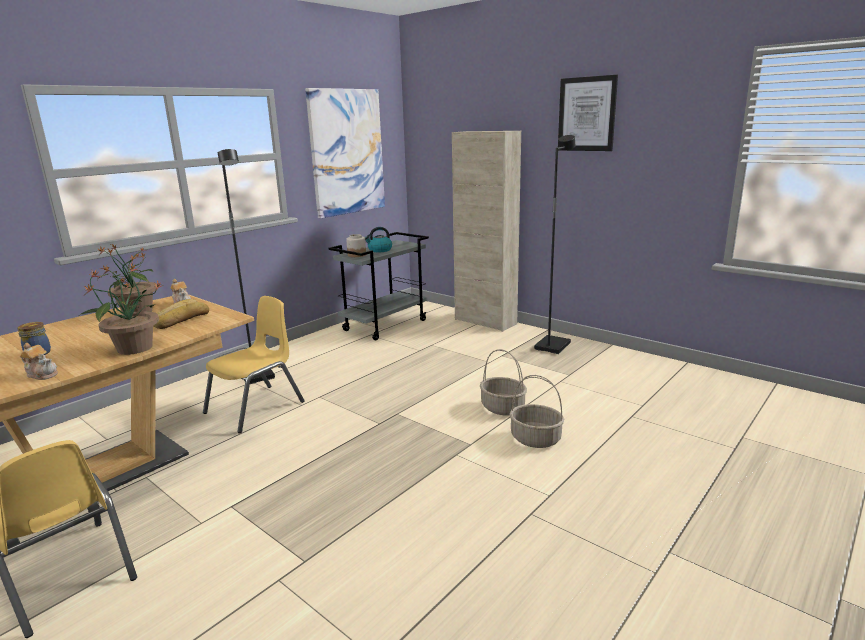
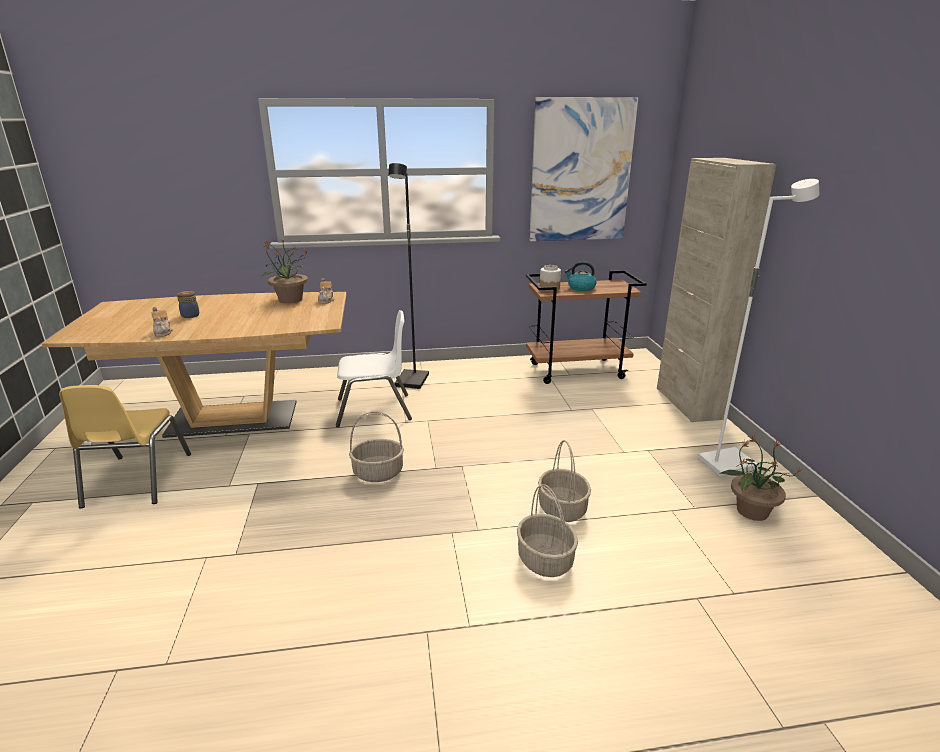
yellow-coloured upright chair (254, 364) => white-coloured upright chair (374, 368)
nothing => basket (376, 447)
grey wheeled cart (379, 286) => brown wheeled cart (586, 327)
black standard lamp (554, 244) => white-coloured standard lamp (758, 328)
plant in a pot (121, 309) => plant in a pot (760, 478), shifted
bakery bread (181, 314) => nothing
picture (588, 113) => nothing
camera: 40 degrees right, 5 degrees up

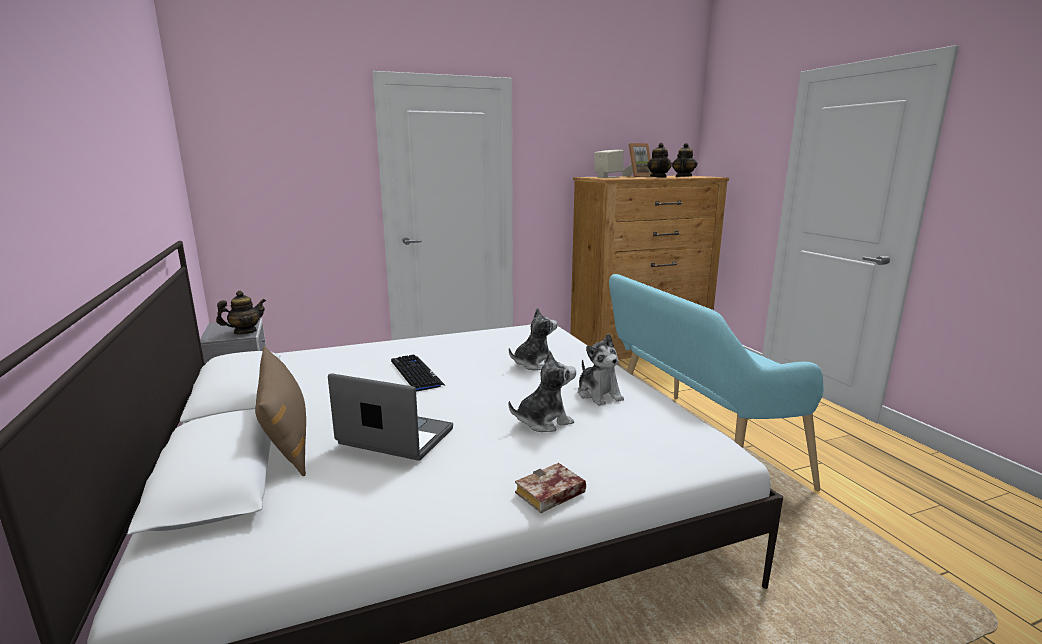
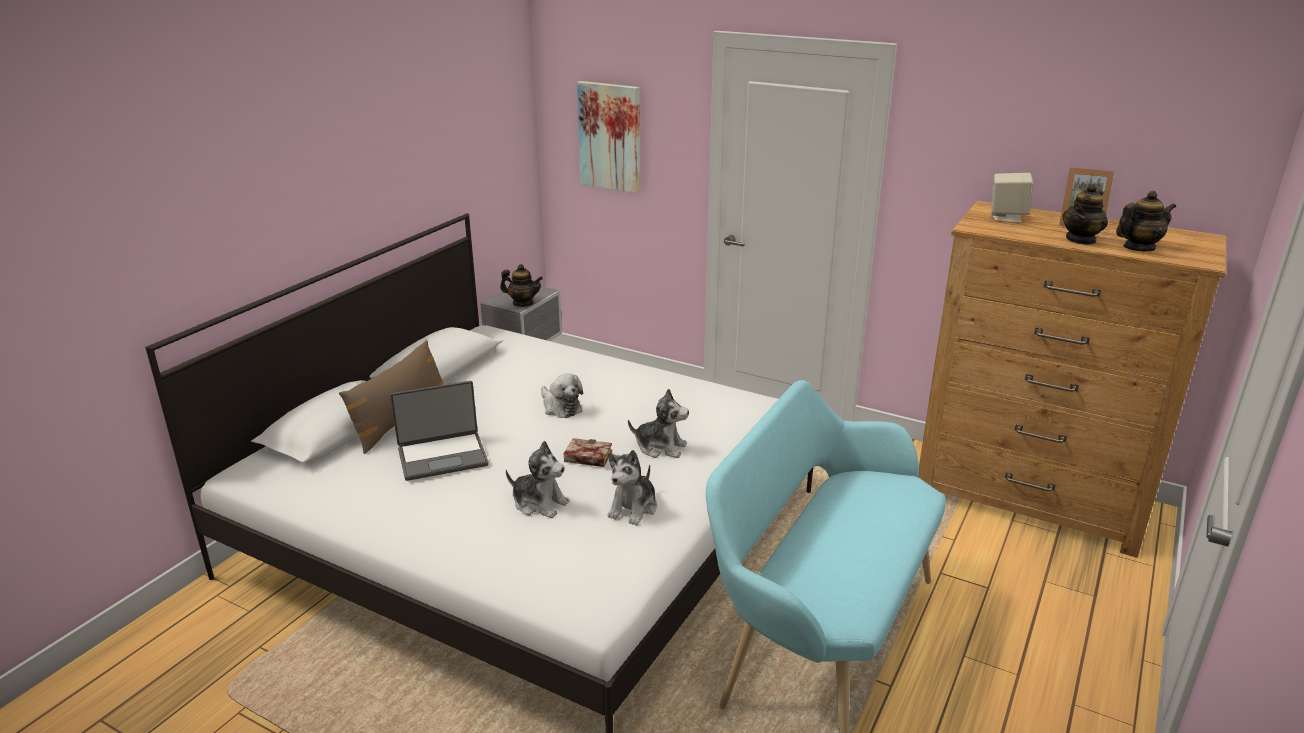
laptop (390, 417) => laptop (439, 431), 90 degrees clockwise
computer keyboard (418, 373) => soft toy (562, 395)
book (550, 488) => book (588, 452), shifted
nothing => picture (608, 137)
camera: 50 degrees right, 10 degrees up

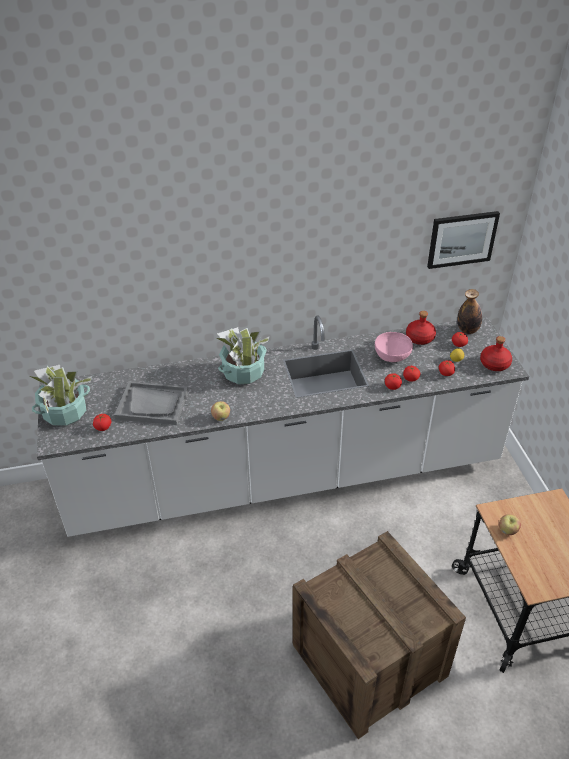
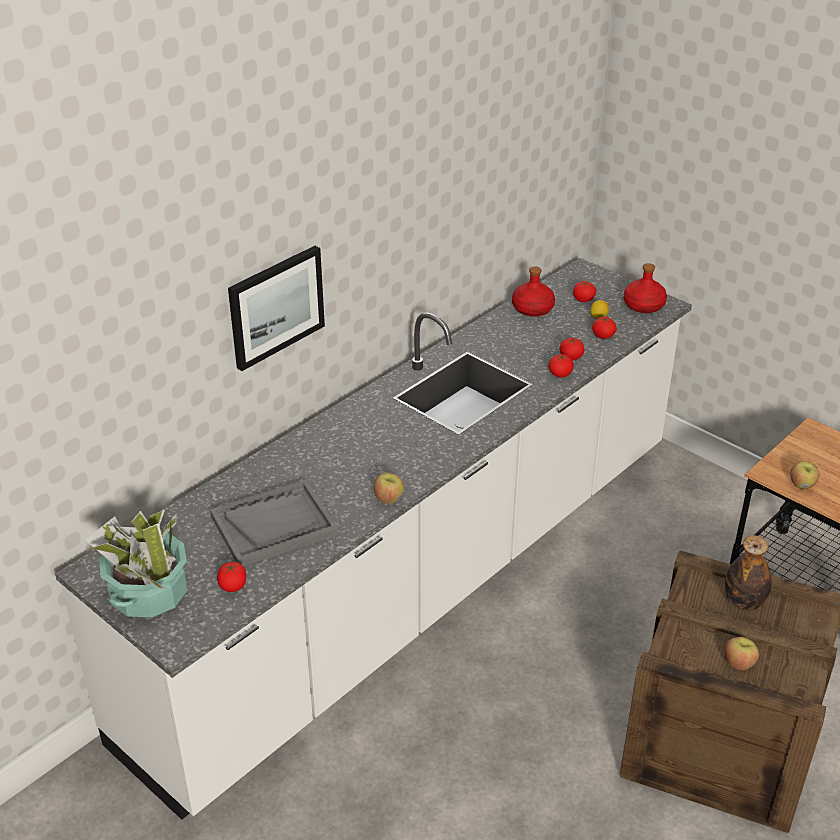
picture (463, 240) => picture (276, 308), shifted
drink bottle (469, 311) => drink bottle (748, 573), shifted
nothing => whole apple (742, 653)
plant in a pot (243, 355) => nothing
pink-coloured serving bowl (394, 347) => nothing
camera: 35 degrees left, 5 degrees down

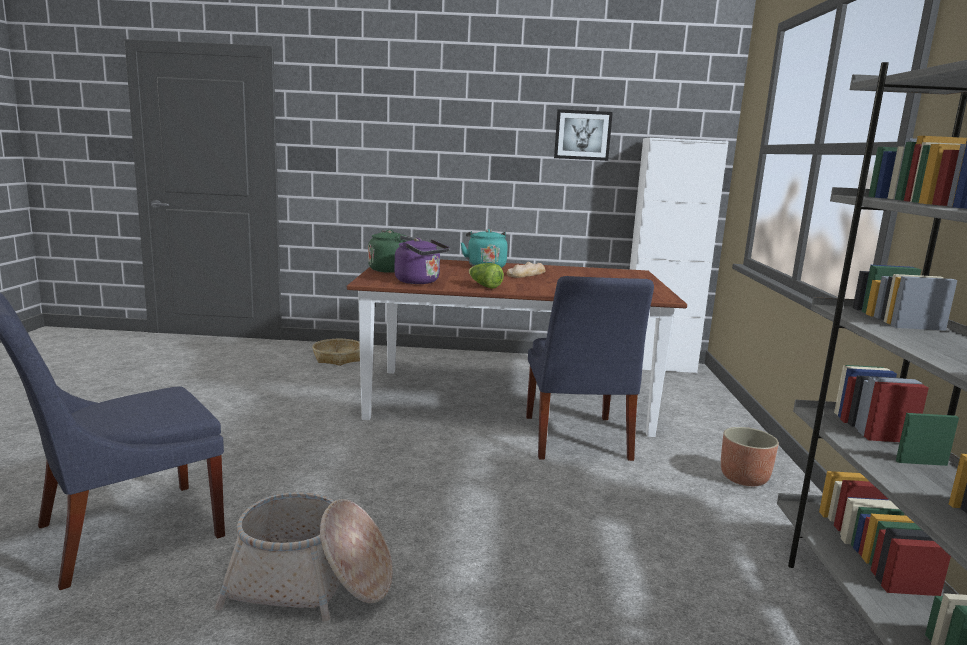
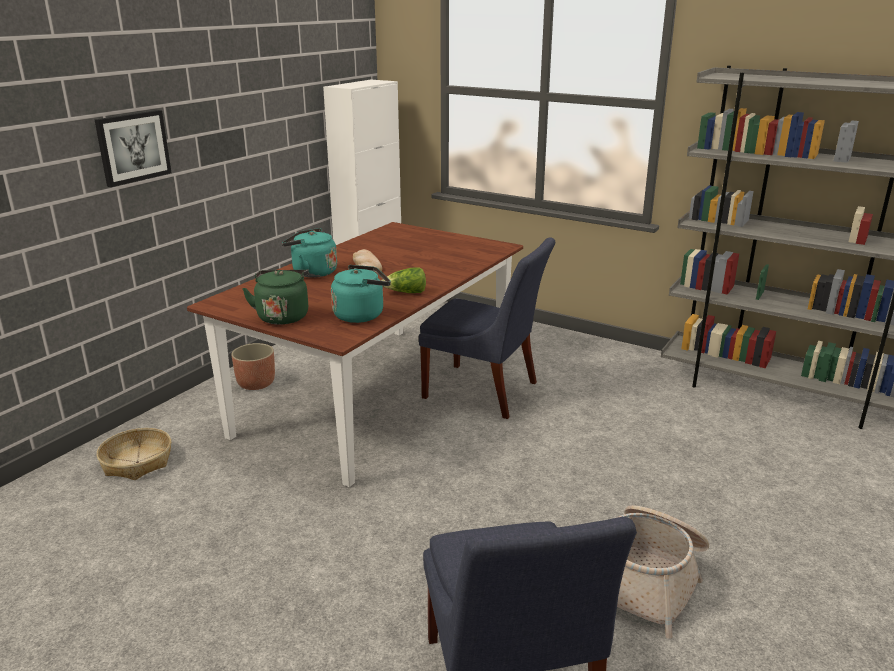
picture (583, 135) => picture (133, 148), shifted
flower pot (750, 456) => flower pot (253, 366), shifted
purple tea kettle (422, 261) => turquoise-coloured tea kettle (361, 294)
camera: 60 degrees left, 10 degrees up

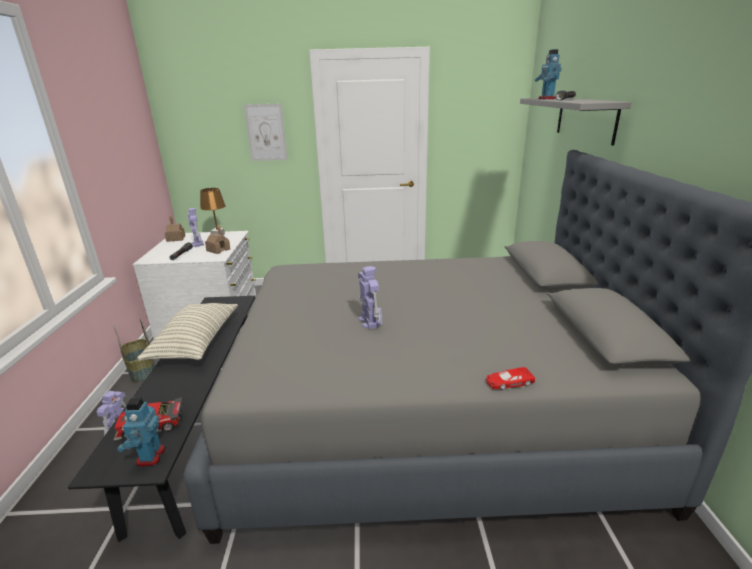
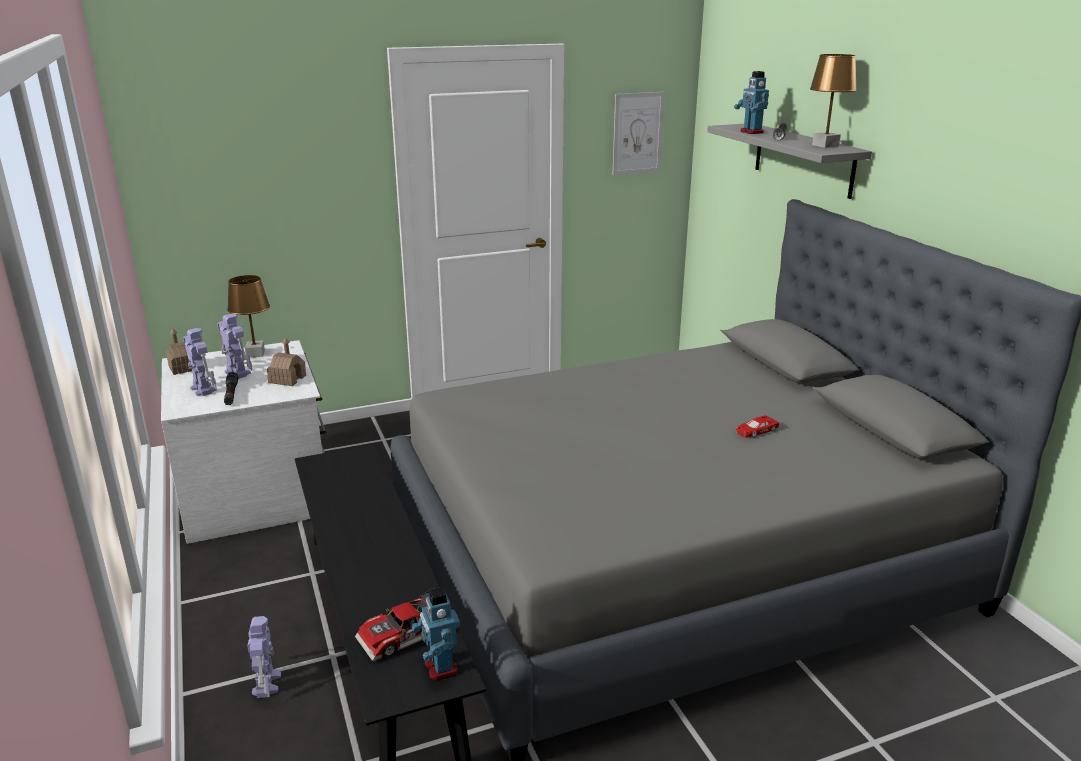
robot figure (370, 297) => robot figure (200, 362), shifted
picture (266, 132) => picture (638, 133), shifted
red-coloured miniature car (511, 378) => red-coloured miniature car (757, 426), shifted
nothing => brown lamp for a table (833, 101)
basket (134, 351) => nothing
pillow (187, 332) => nothing
camera: 20 degrees left, 0 degrees up

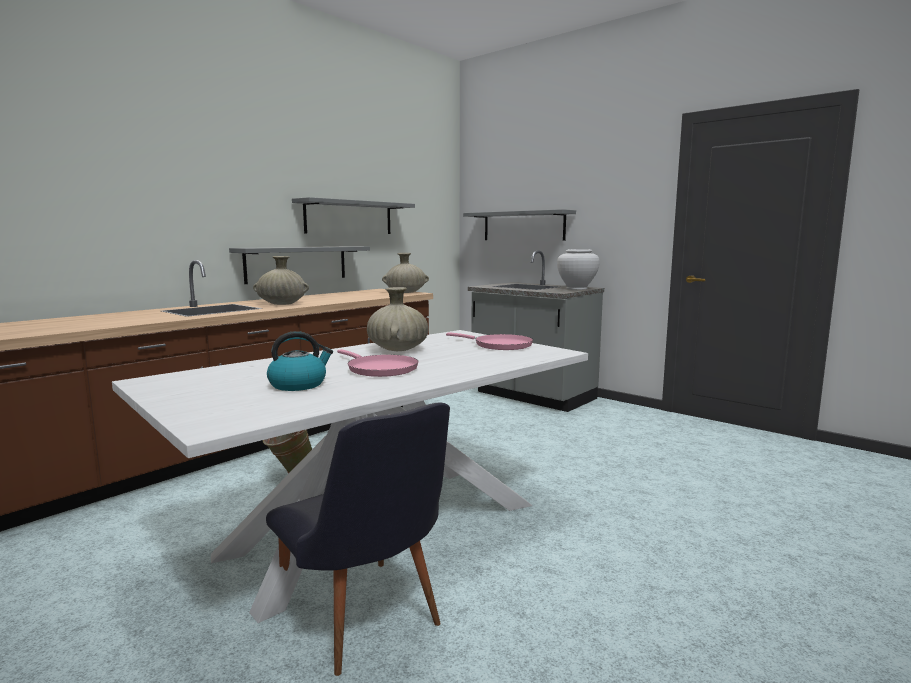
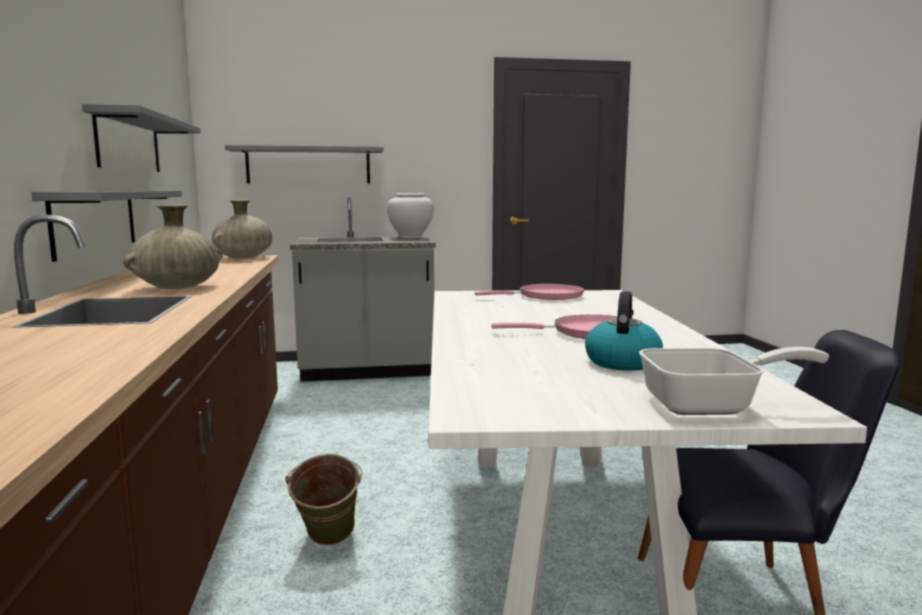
nothing => skillet (734, 381)
sand-coloured flower vase (397, 319) => nothing
camera: 50 degrees left, 0 degrees up

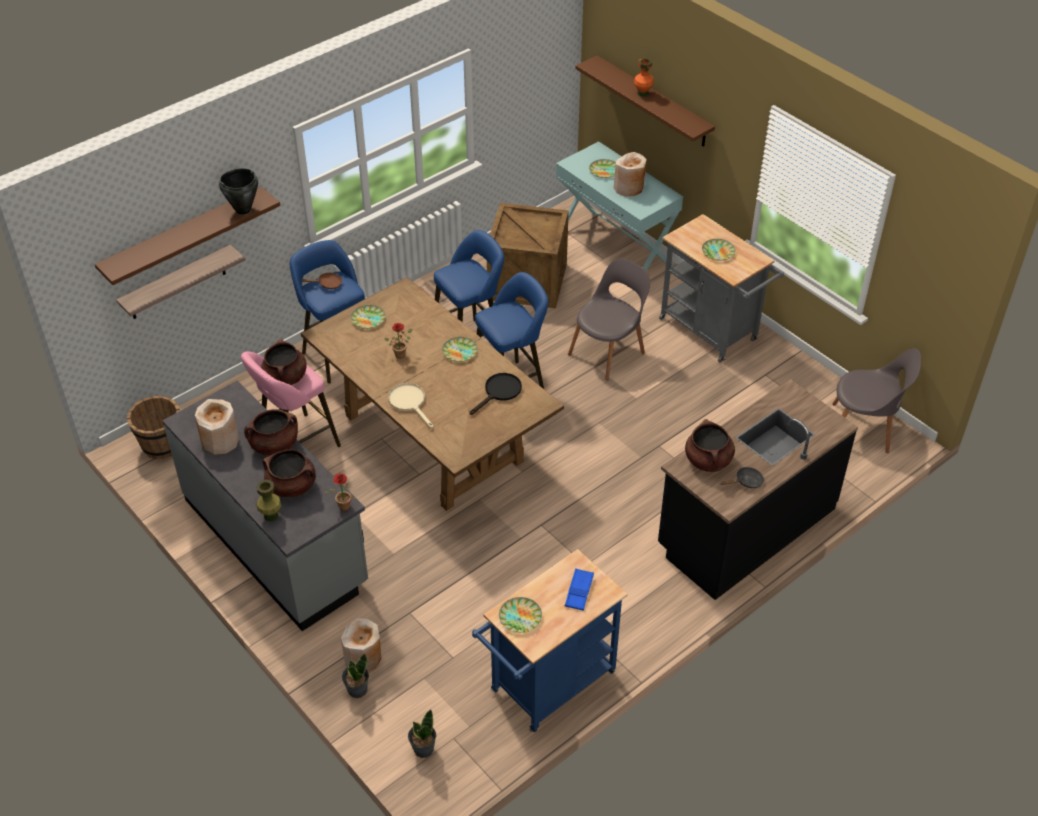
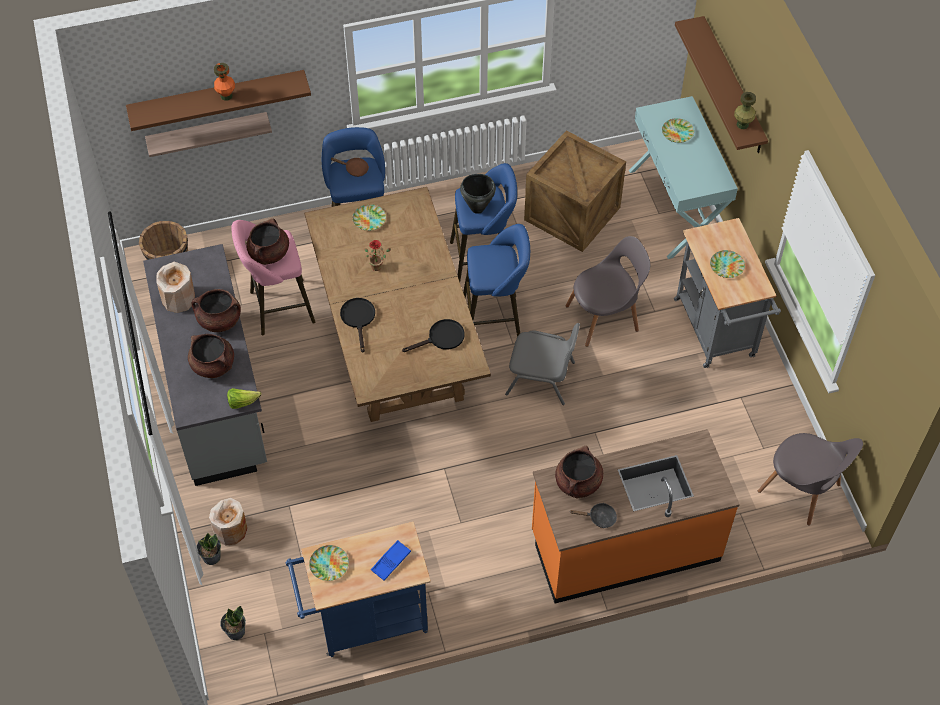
orange-coloured flower vase (644, 77) => orange-coloured flower vase (224, 82), shifted
plant in a pot (340, 492) => head of lettuce (244, 398)
sand-coloured skillet (410, 405) => black skillet (357, 325)
black saucepot (238, 191) => black saucepot (478, 194), shifted
nothing => grey upright chair (542, 364)
black kitchen base unit (758, 489) => orange-coloured kitchen base unit (636, 516)
green flower vase (268, 501) => green flower vase (745, 110), shifted
dinner plate (460, 349) => nothing
sand-coloured flower vase (630, 174) => nothing
camera: 25 degrees right, 10 degrees up

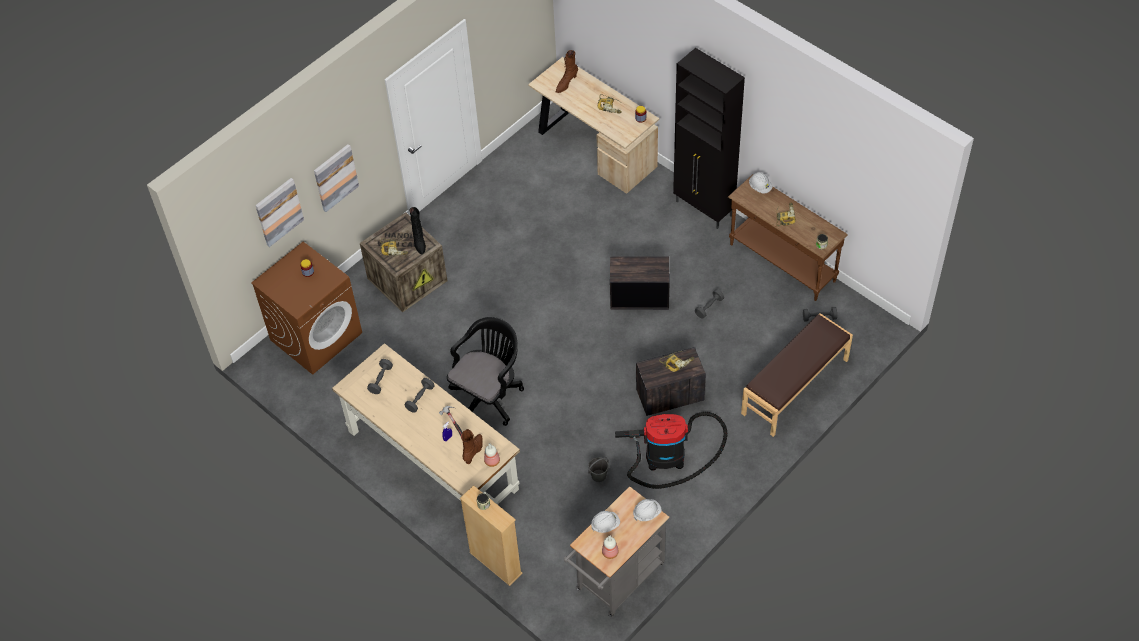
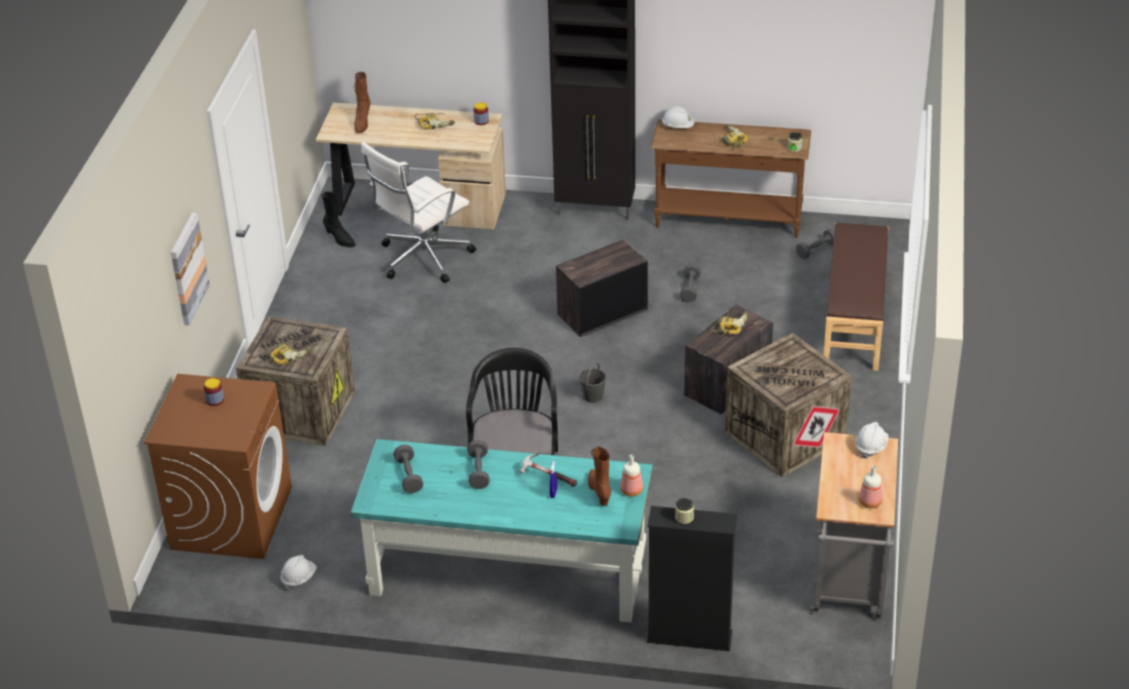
white-coloured work helmet (605, 522) => white-coloured work helmet (298, 572), shifted
black tall boot (418, 230) => black tall boot (339, 219), shifted
sand-coloured desk unit (426, 424) => turquoise-coloured desk unit (502, 530)
nothing => white-coloured computer chair (418, 212)
grey pail (598, 469) => grey pail (592, 382), shifted
sand-coloured bookcase (491, 535) => black bookcase (692, 578)
hoover (671, 450) => shipping crate (788, 405)
picture (279, 212) => nothing
camera: 35 degrees left, 15 degrees down

